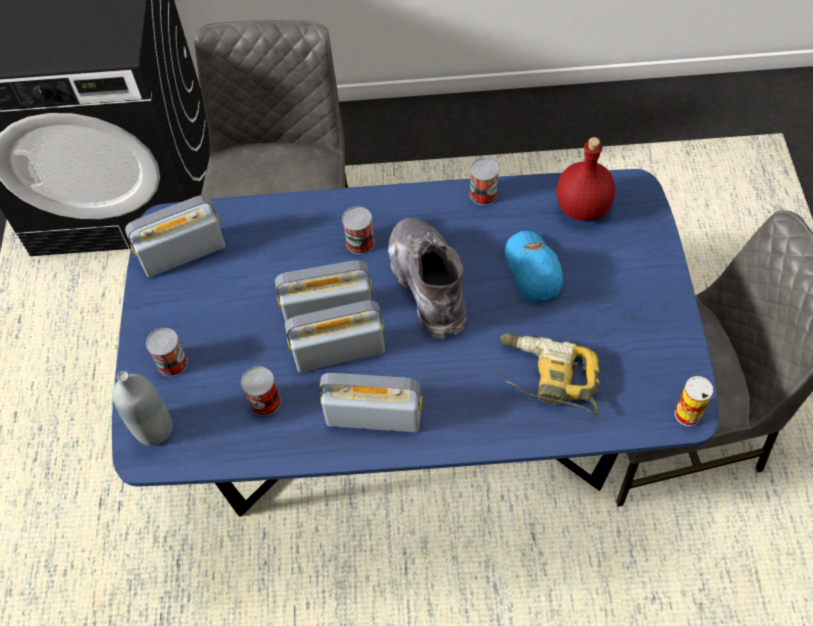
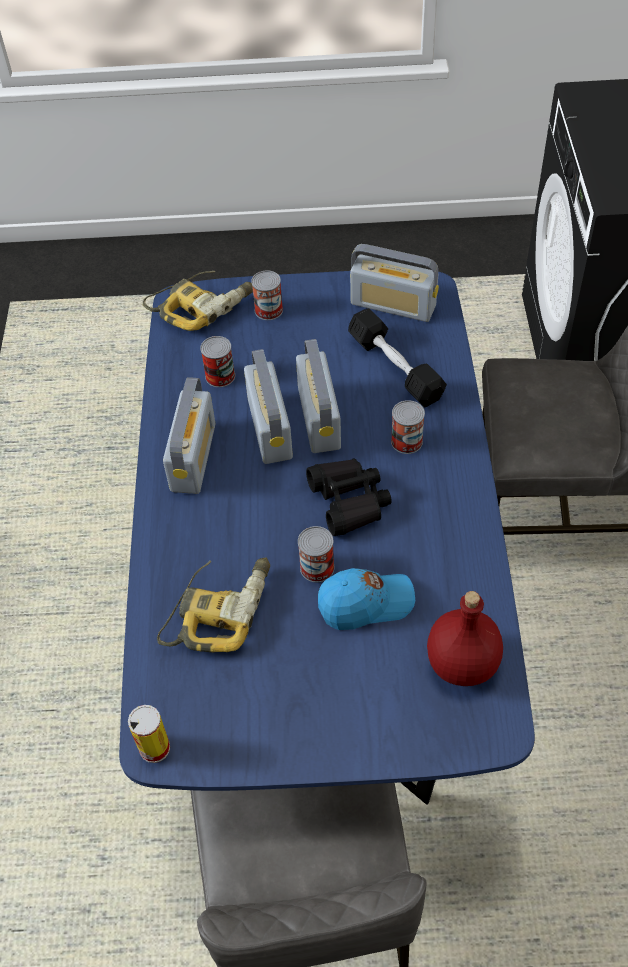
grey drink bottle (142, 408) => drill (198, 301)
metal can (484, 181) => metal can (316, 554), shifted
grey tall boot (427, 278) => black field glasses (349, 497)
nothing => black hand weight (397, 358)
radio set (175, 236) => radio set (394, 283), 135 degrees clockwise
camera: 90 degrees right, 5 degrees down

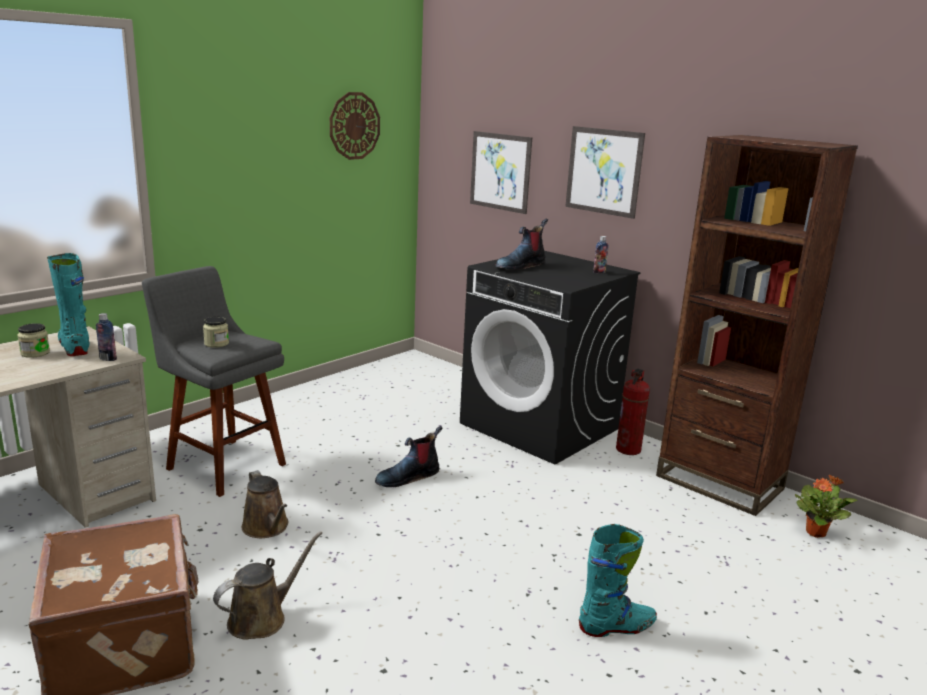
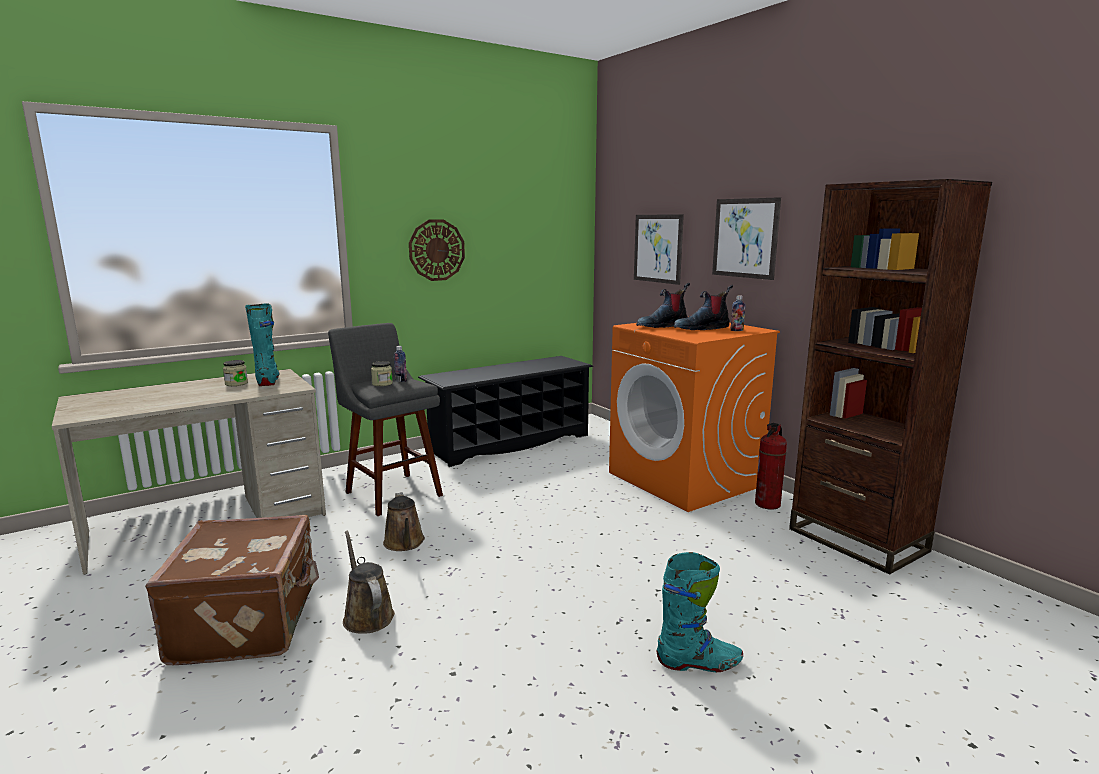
brown watering can (267, 585) => brown watering can (369, 582), 90 degrees counterclockwise
drink bottle (106, 337) => drink bottle (400, 364), shifted
hanging clock (355, 126) => hanging clock (437, 250), shifted
nothing => black shoe stand (505, 411)
black washing machine (550, 358) => orange-coloured washing machine (694, 417)
tall boot (408, 456) => tall boot (703, 307), shifted
plant in a pot (826, 506) => nothing
camera: 15 degrees right, 5 degrees down

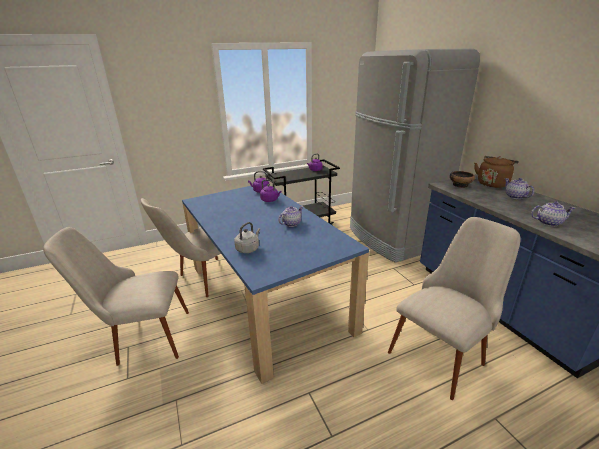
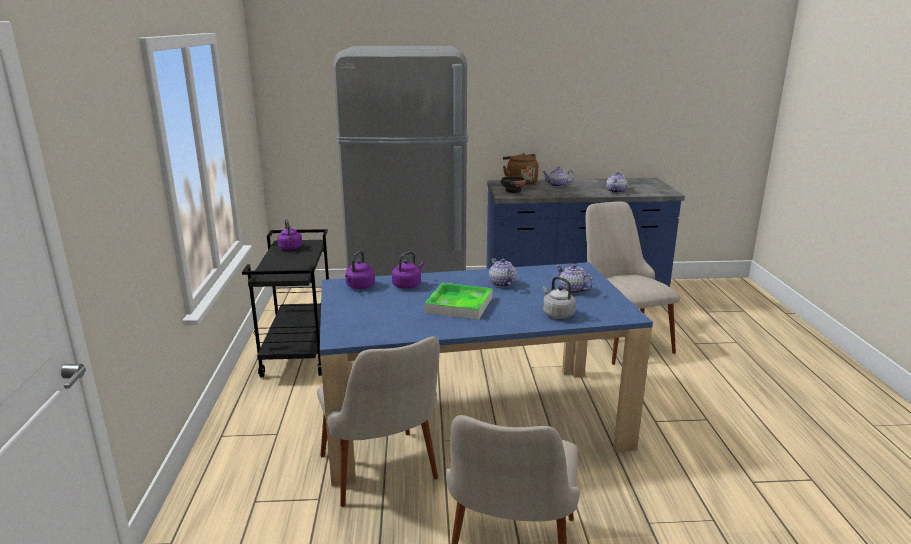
nothing => carrying tray (458, 301)
nothing => pot for tea (574, 279)
camera: 70 degrees left, 5 degrees down

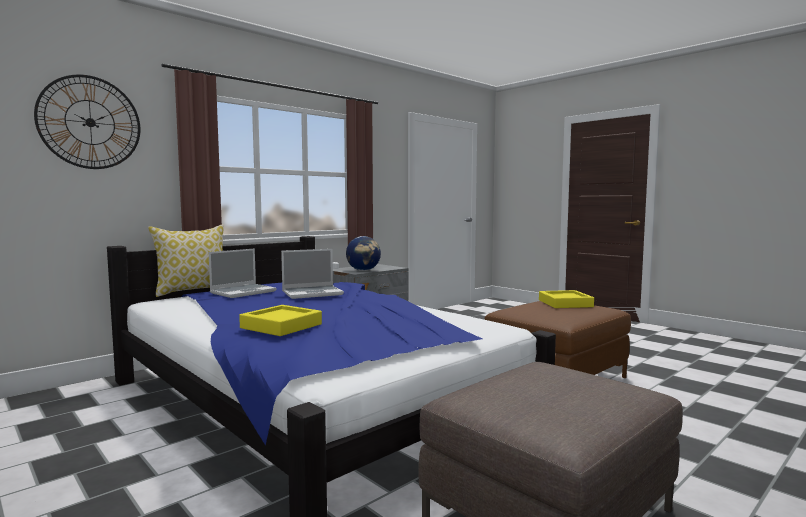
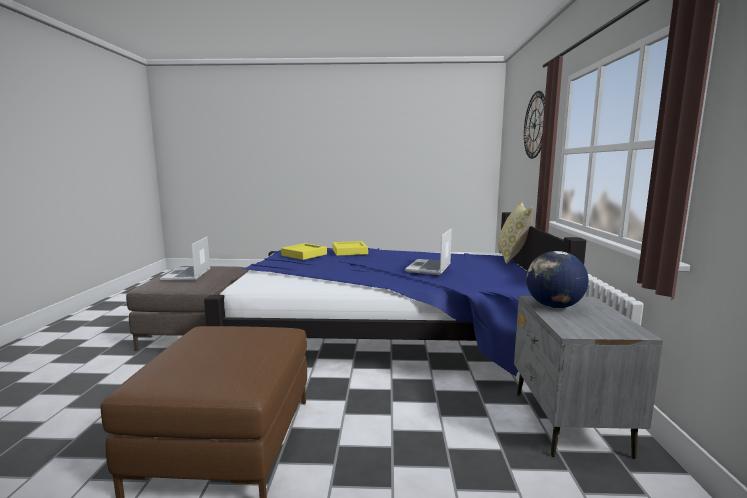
laptop (242, 273) => laptop (185, 259), shifted
yellow-coloured carrying tray (566, 299) => yellow-coloured carrying tray (304, 251), shifted
camera: 135 degrees right, 5 degrees up

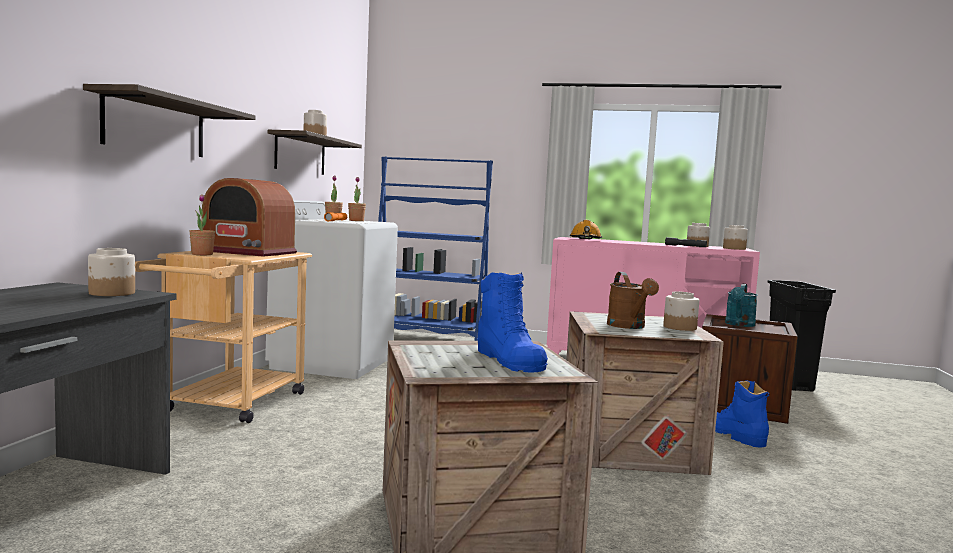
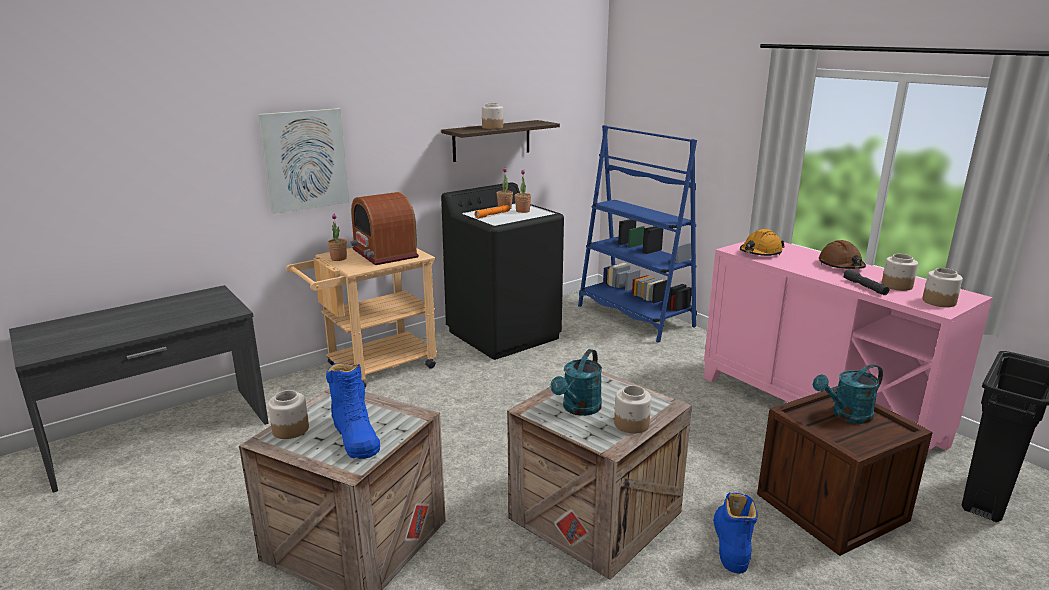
shelf (169, 120) => picture (303, 161)
storage jar (111, 272) => storage jar (288, 414), shifted
blue tall boot (513, 322) => blue tall boot (353, 411), 45 degrees counterclockwise
white-coloured washing machine (331, 289) => black washing machine (502, 271)
brown watering can (633, 300) => turquoise-coloured watering can (576, 382)
nothing => brown work helmet (842, 254)
camera: 40 degrees right, 15 degrees up

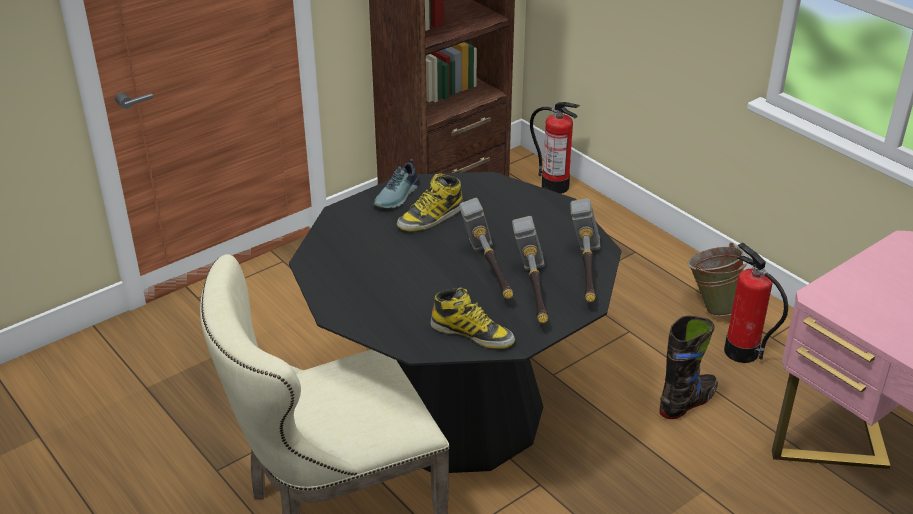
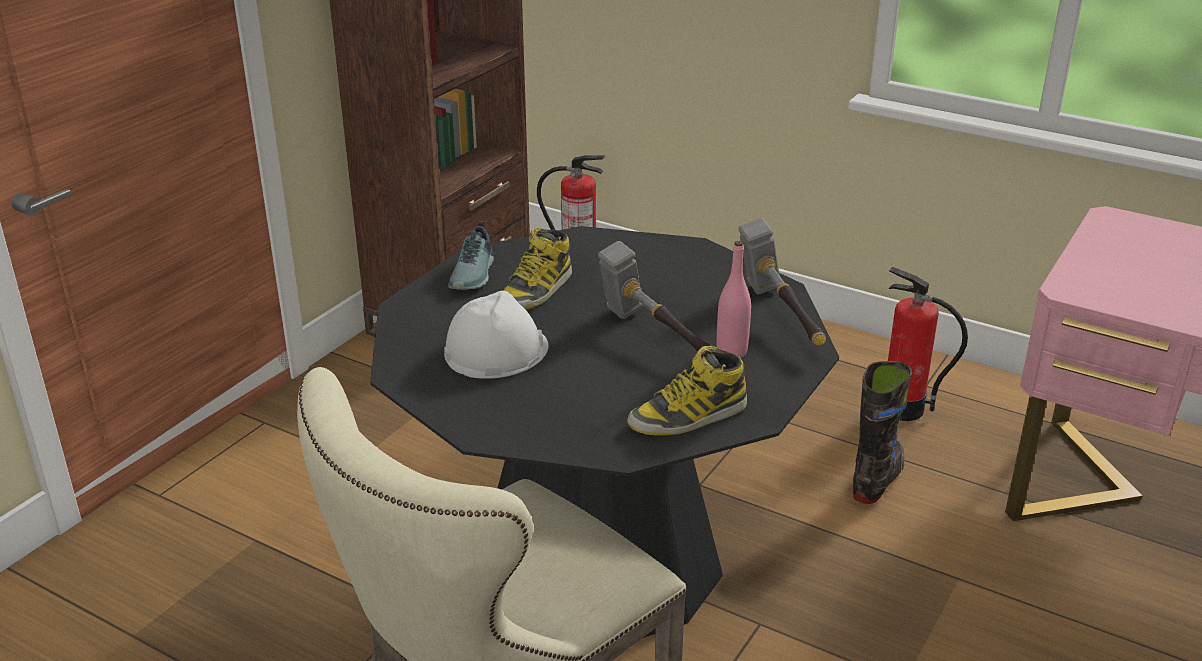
nothing => white-coloured work helmet (496, 335)
tall boot (473, 318) => tall boot (687, 391), 150 degrees clockwise
tool hammer (530, 269) => pink-coloured drink bottle (734, 299)
green pail (718, 279) => nothing
camera: 20 degrees left, 5 degrees down

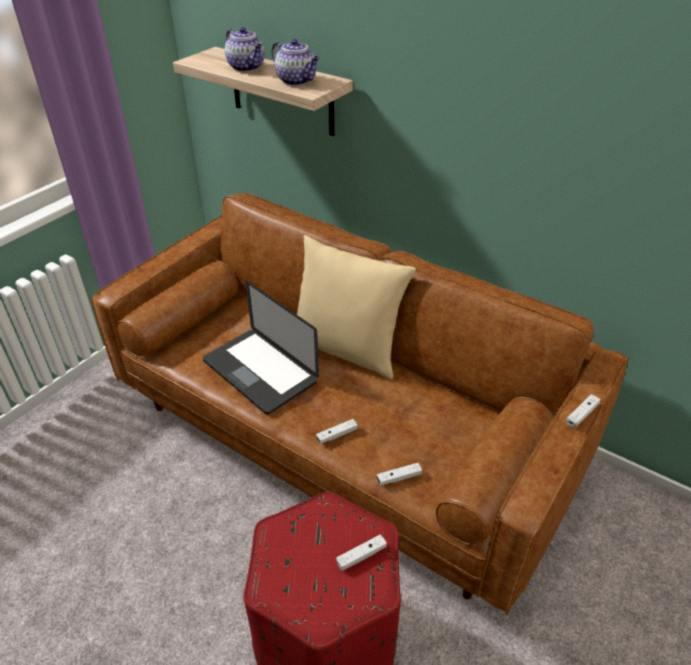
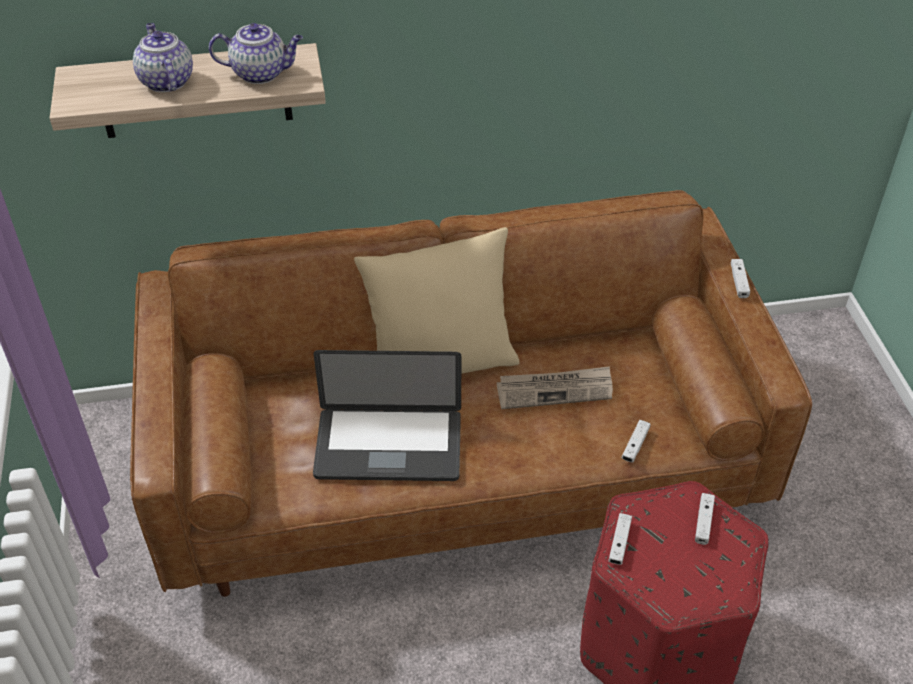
pot for tea (245, 49) => pot for tea (163, 57), 120 degrees counterclockwise
nothing => daily paper (555, 387)
white-coloured joypad (337, 431) => white-coloured joypad (620, 539), shifted
camera: 45 degrees left, 5 degrees up

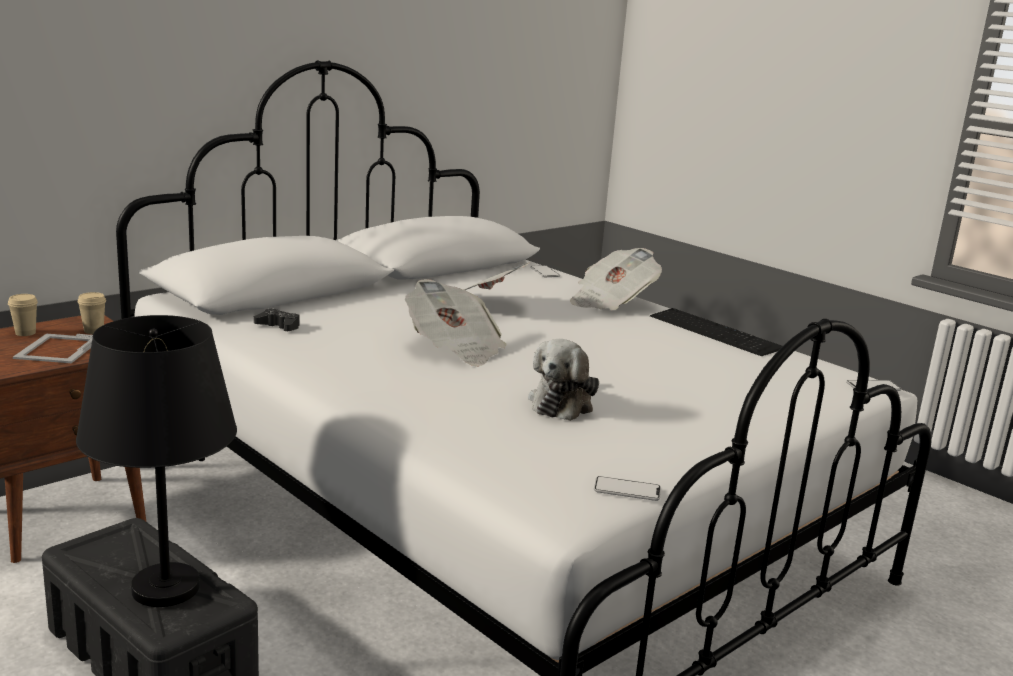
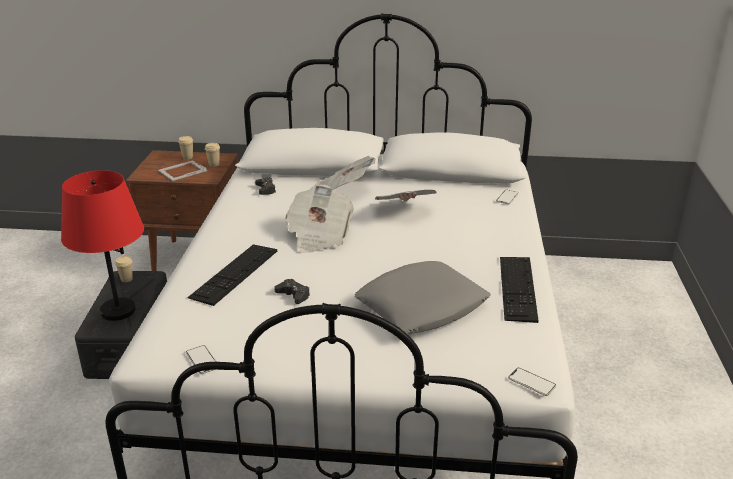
black lamp for a table (156, 461) => red-coloured lamp for a table (102, 245)
nothing => sand-coloured small cup (124, 269)
nothing => computer keyboard (232, 275)
soft toy (563, 380) => black joypad (292, 291)
daily paper (616, 279) => daily paper (345, 173), shifted
nothing => grey pillow (422, 297)
camera: 50 degrees right, 10 degrees up

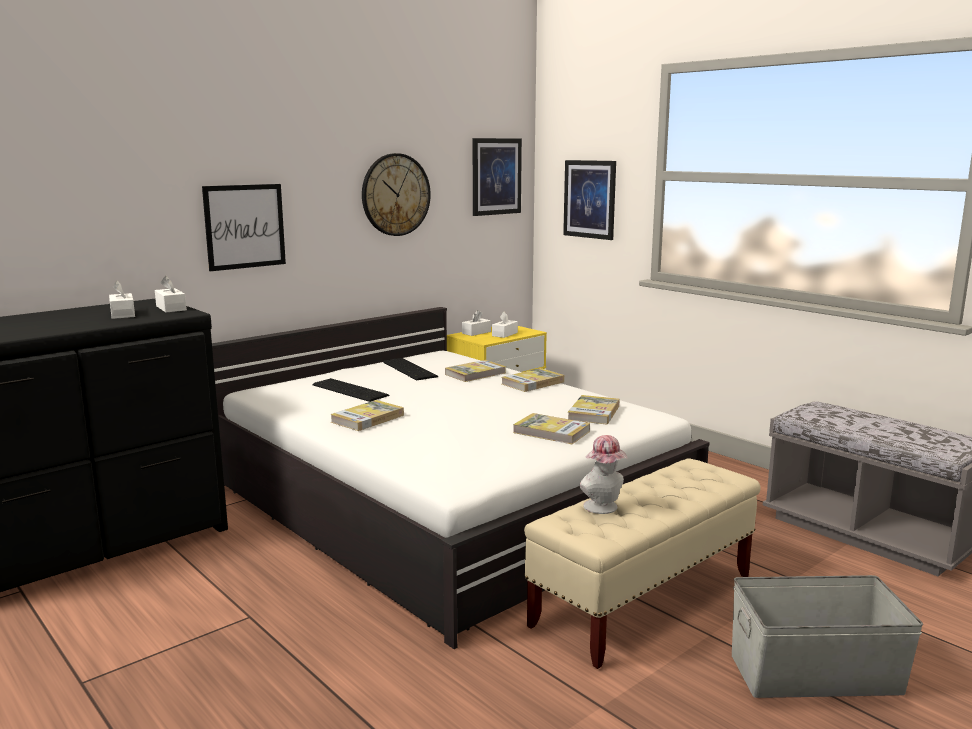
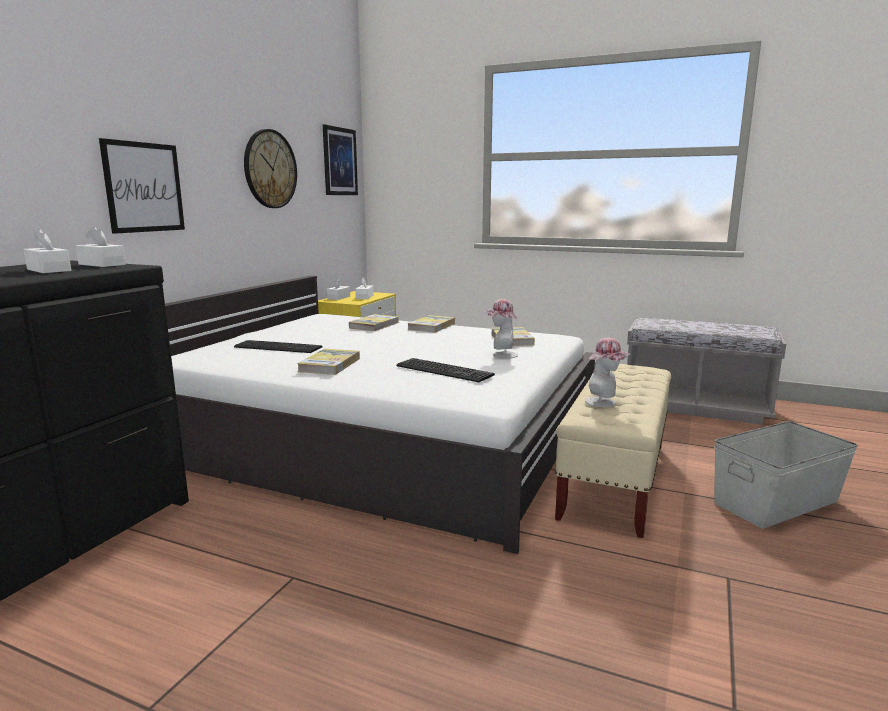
computer keyboard (410, 369) => computer keyboard (446, 370), shifted
book (551, 428) => clothing hat (501, 328)
picture (589, 200) => nothing
camera: 25 degrees left, 0 degrees up

